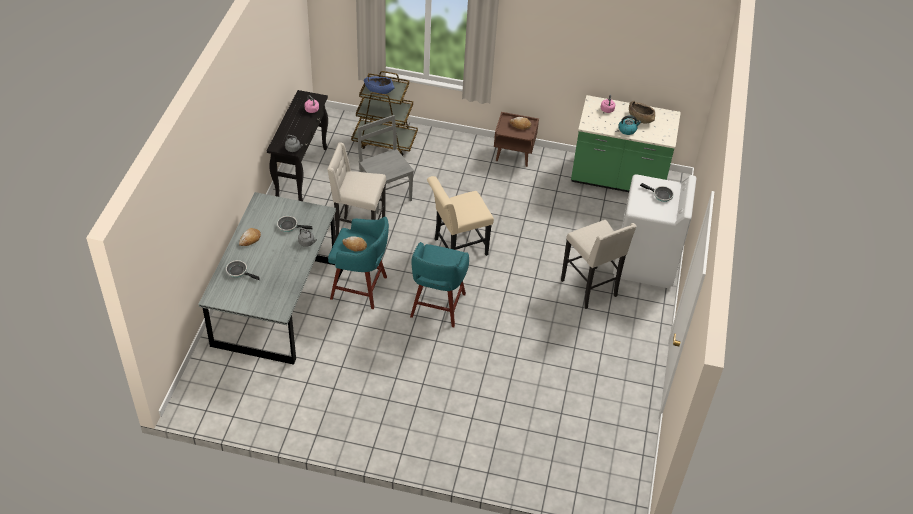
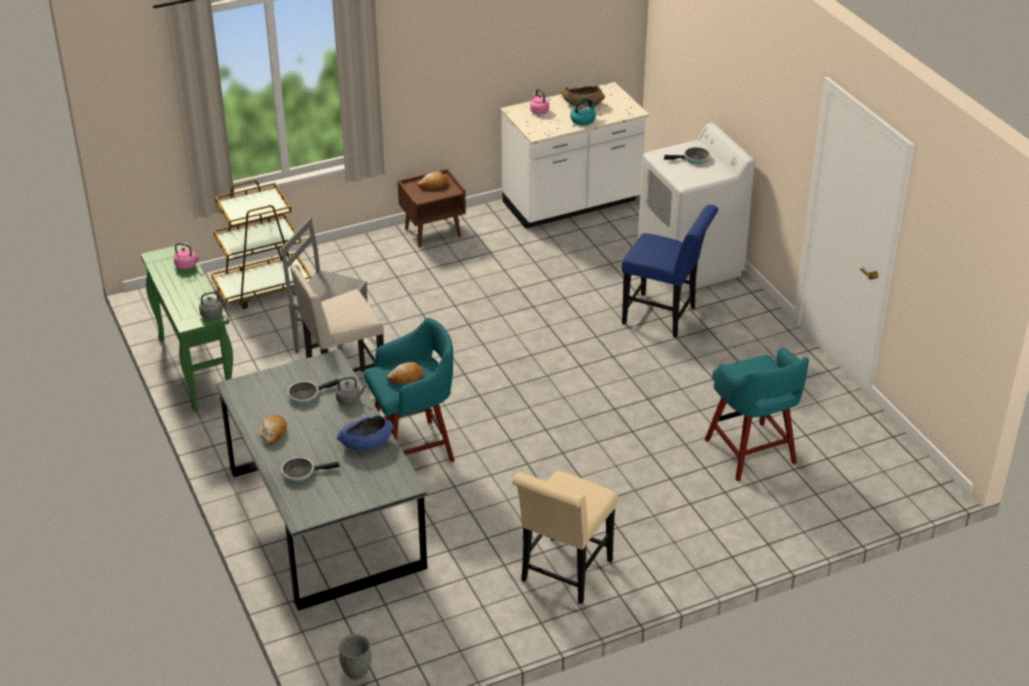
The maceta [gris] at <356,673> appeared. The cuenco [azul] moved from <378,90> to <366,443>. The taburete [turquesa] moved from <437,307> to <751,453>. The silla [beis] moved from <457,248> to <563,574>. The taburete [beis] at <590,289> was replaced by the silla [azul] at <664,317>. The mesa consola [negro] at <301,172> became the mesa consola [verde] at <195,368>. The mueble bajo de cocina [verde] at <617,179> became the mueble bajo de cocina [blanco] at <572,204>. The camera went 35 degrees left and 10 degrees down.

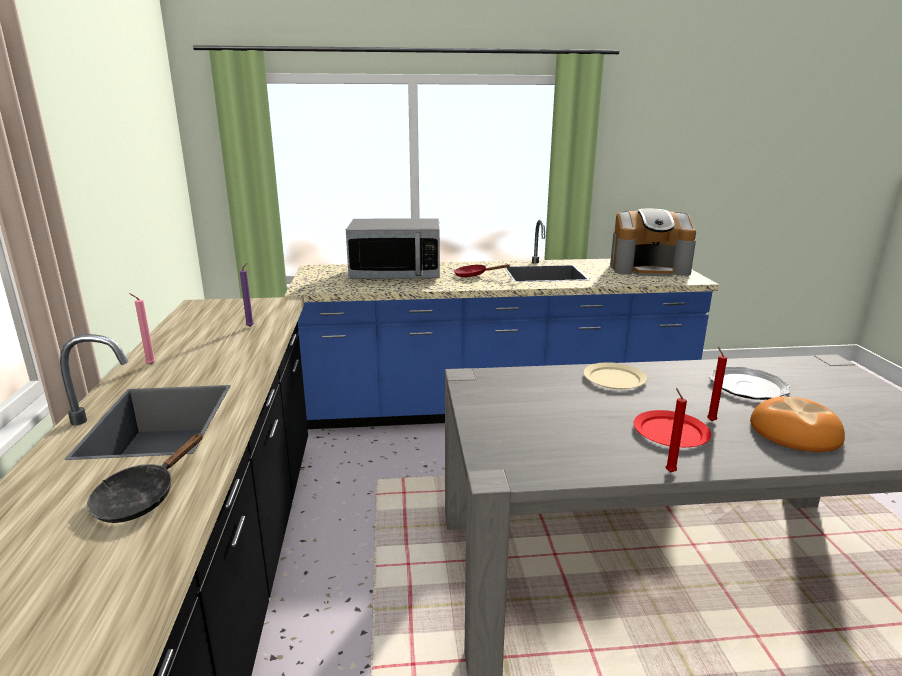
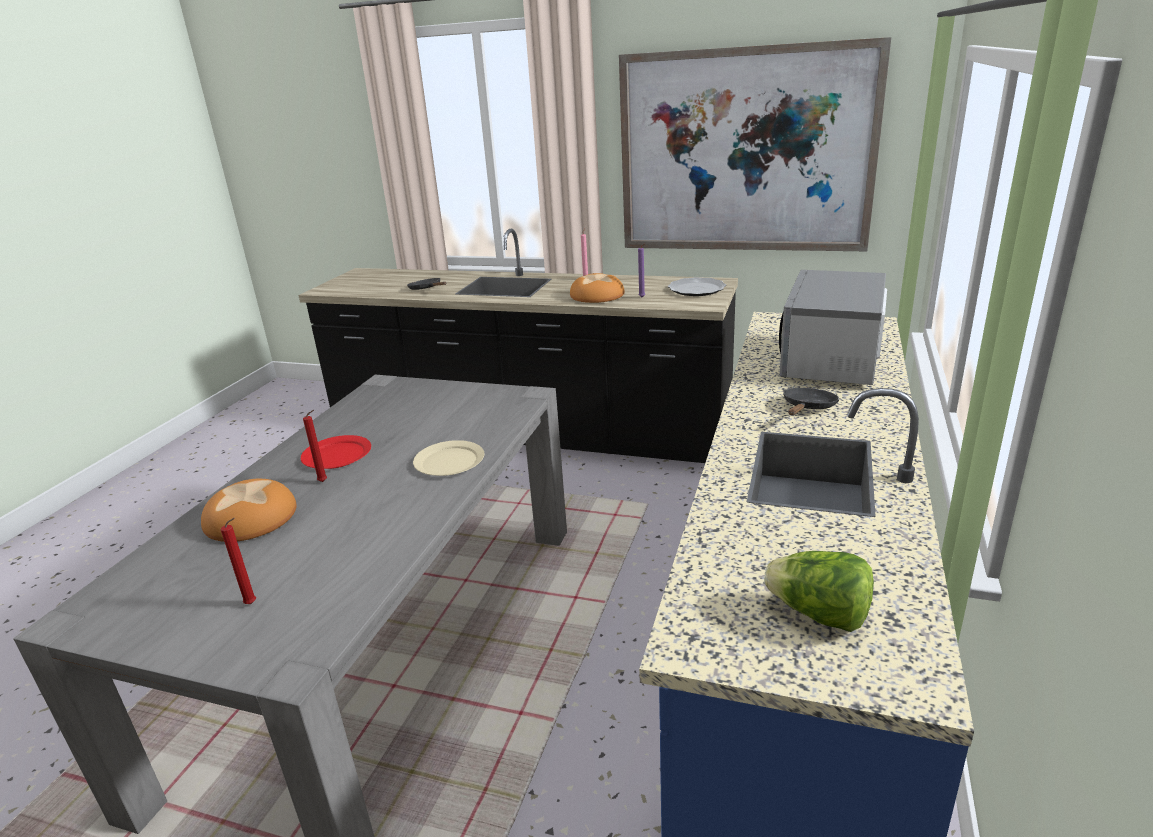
The pan at <597,295> appeared. The cuadro at <745,152> appeared. The vela [rojo] moved from <669,471> to <253,604>. The plato moved from <747,386> to <696,289>. The cafetera at <649,268> was replaced by the lechuga at <819,615>. The sartén [rojo] at <474,275> became the sartén [negro] at <808,408>. The camera went 115 degrees right and 5 degrees up.

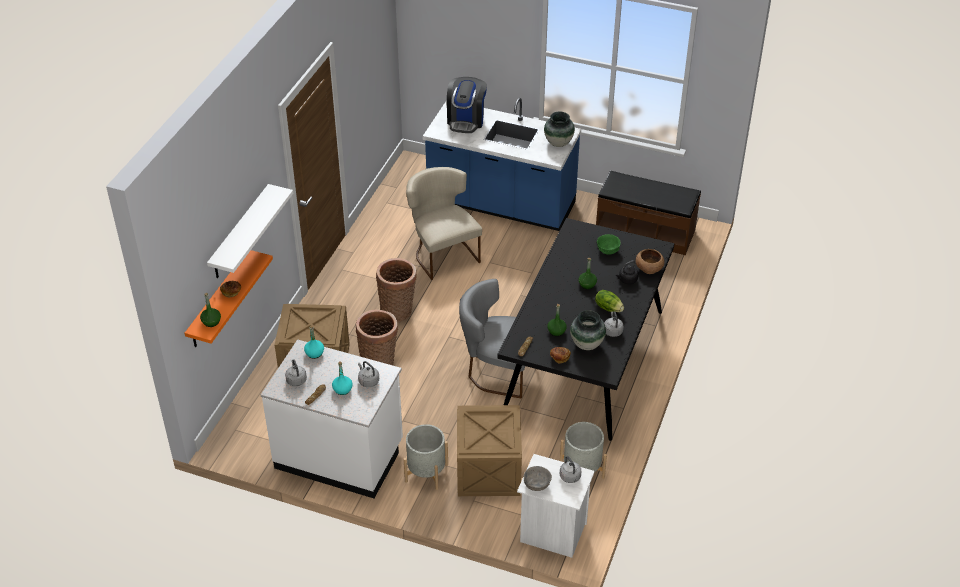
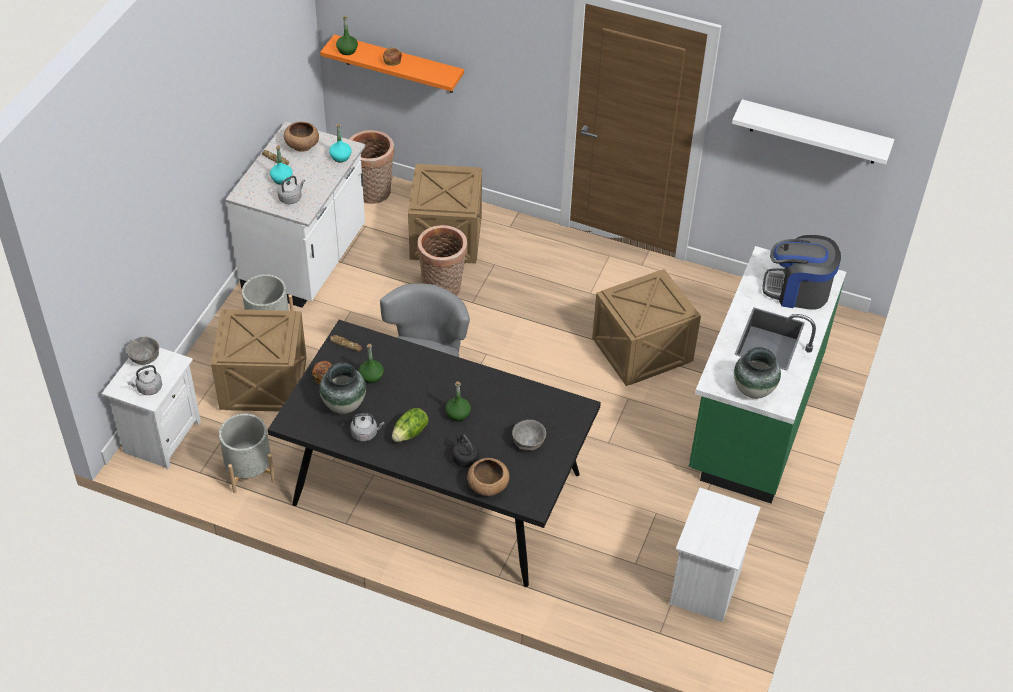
The estante [blanco] moved from <240,233> to <814,132>. The cesta moved from <398,311> to <373,194>. The hervidor [gris] at <296,379> was replaced by the cuenco [marrón] at <302,145>. The silla [beis] at <442,254> was replaced by the caja de embalaje at <643,350>. The banco [marrón] at <645,231> was replaced by the mesita de noche [blanco] at <707,586>. The mueble bajo de cocina [azul] at <501,204> became the mueble bajo de cocina [verde] at <754,415>. The cuenco [verde] at <608,250> became the cuenco [gris] at <528,443>. The camera went 90 degrees right and 5 degrees up.

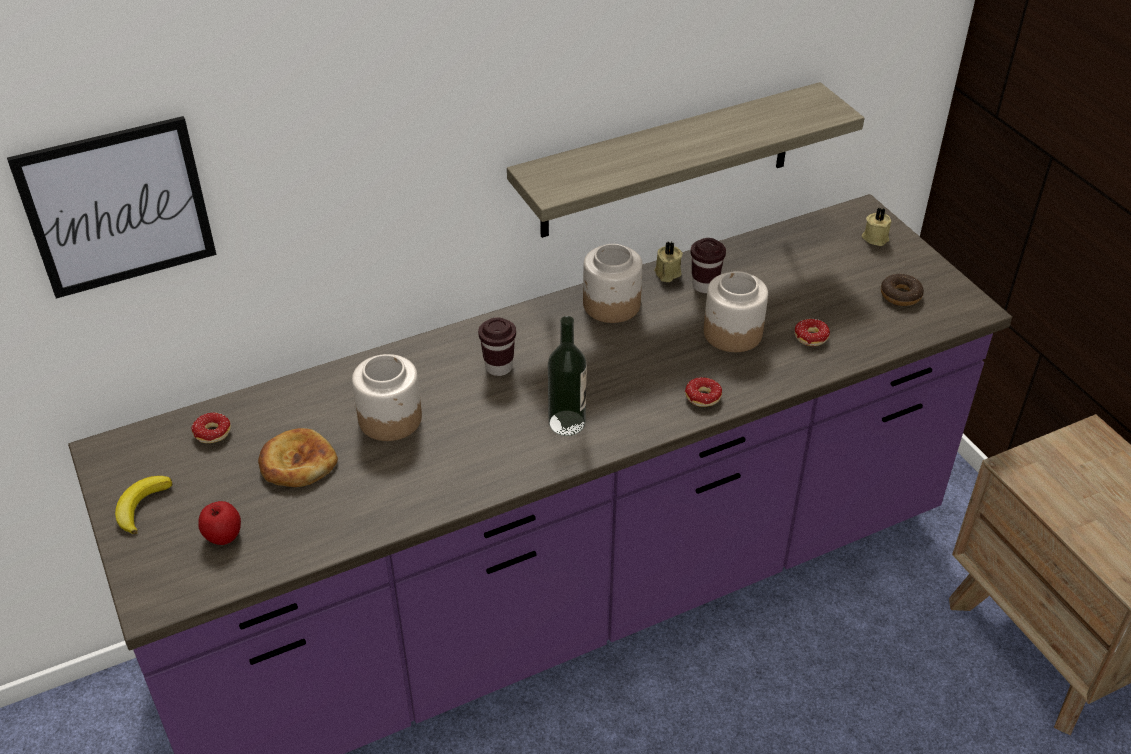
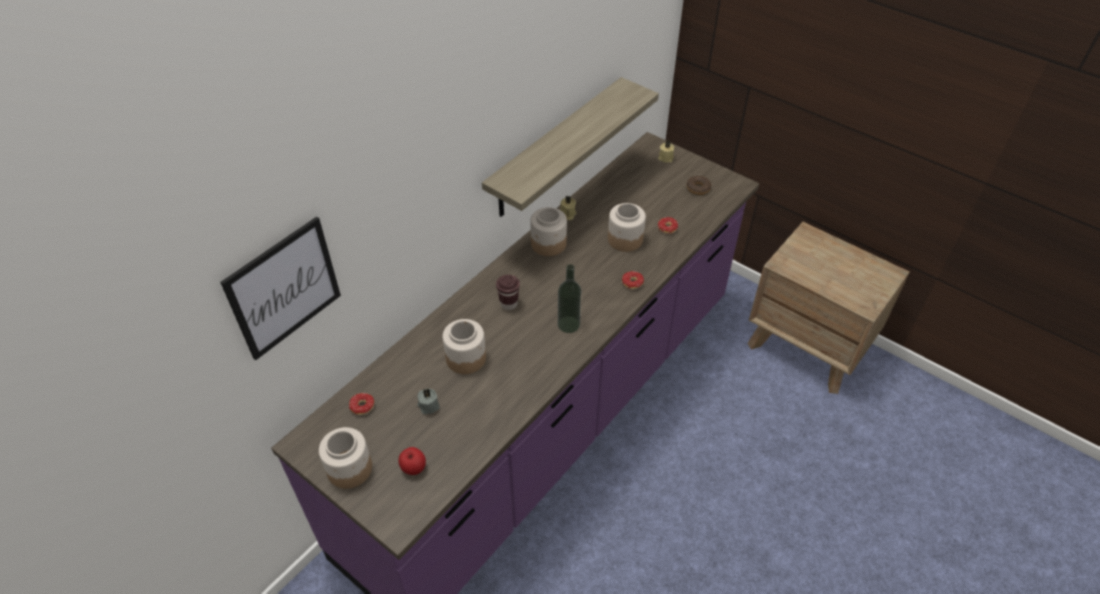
The taza [marrón] at <704,286> disappeared. The plátano at <141,506> was replaced by the tarro at <349,469>. The pan at <297,463> was replaced by the vela [gris] at <428,406>. The camera went 25 degrees left and 5 degrees up.

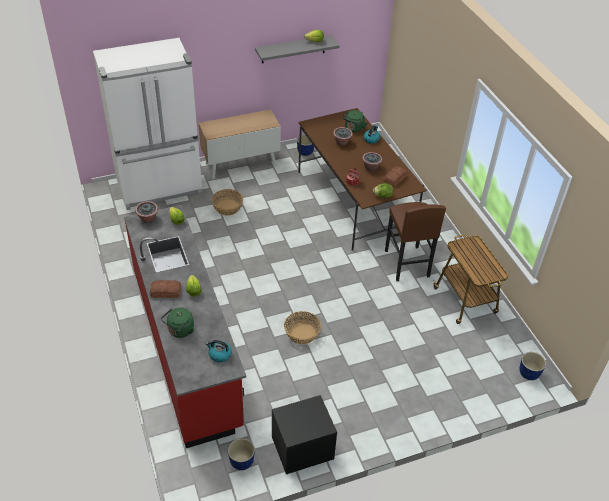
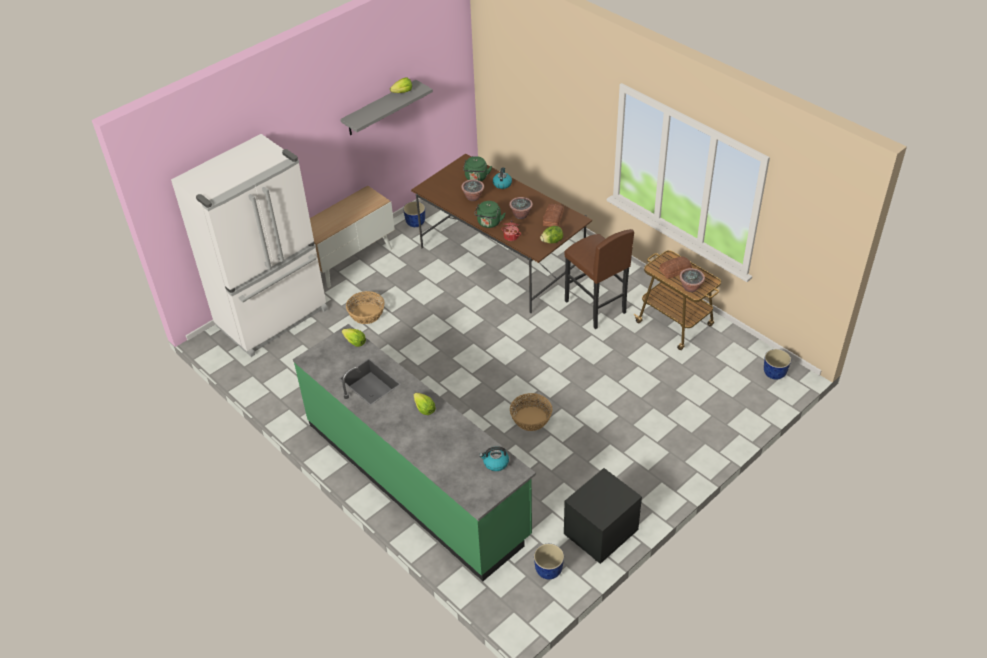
The planta en maceta moved from <148,219> to <690,288>. The pan moved from <166,292> to <675,270>. The hervidor [verde] moved from <180,331> to <489,223>. The mueble bajo de cocina [rojo] at <186,346> became the mueble bajo de cocina [verde] at <416,478>. The camera went 20 degrees left and 0 degrees up.

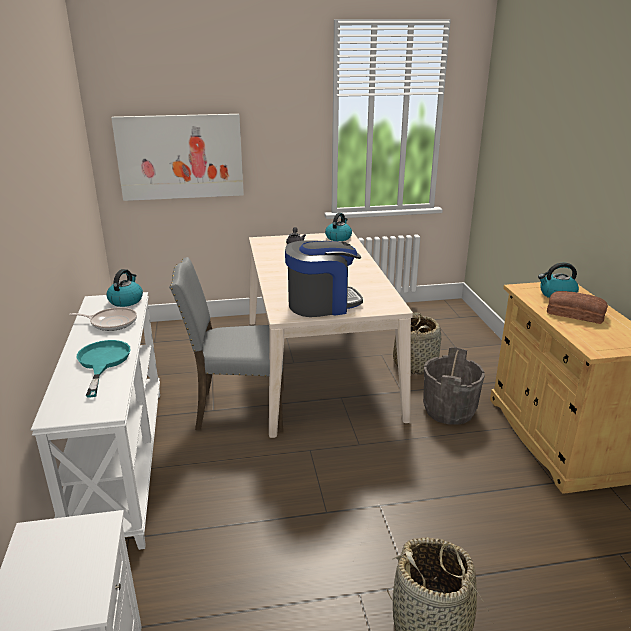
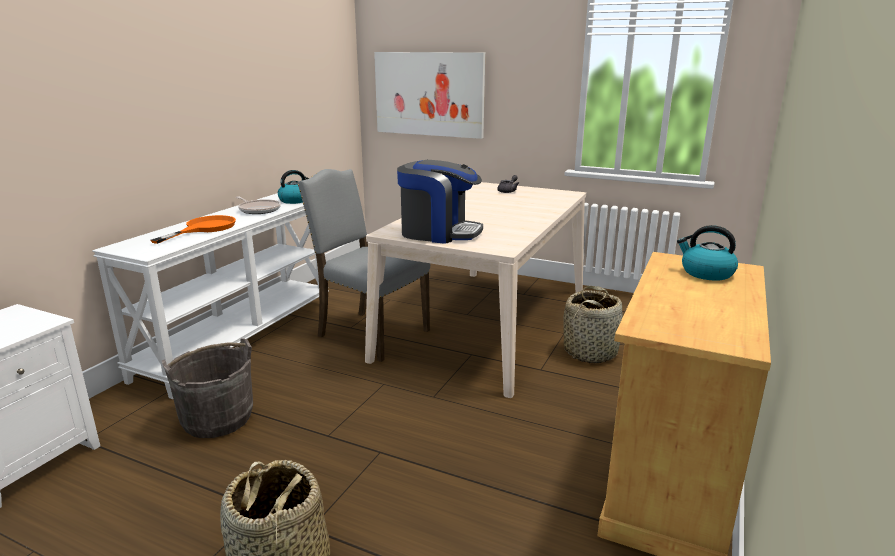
The hervidor at <338,237> disappeared. The pan at <575,313> disappeared. The cubo [gris] moved from <449,410> to <217,419>. The sartén [turquesa] at <102,362> became the sartén [naranja] at <204,228>. The camera went 35 degrees right and 5 degrees down.

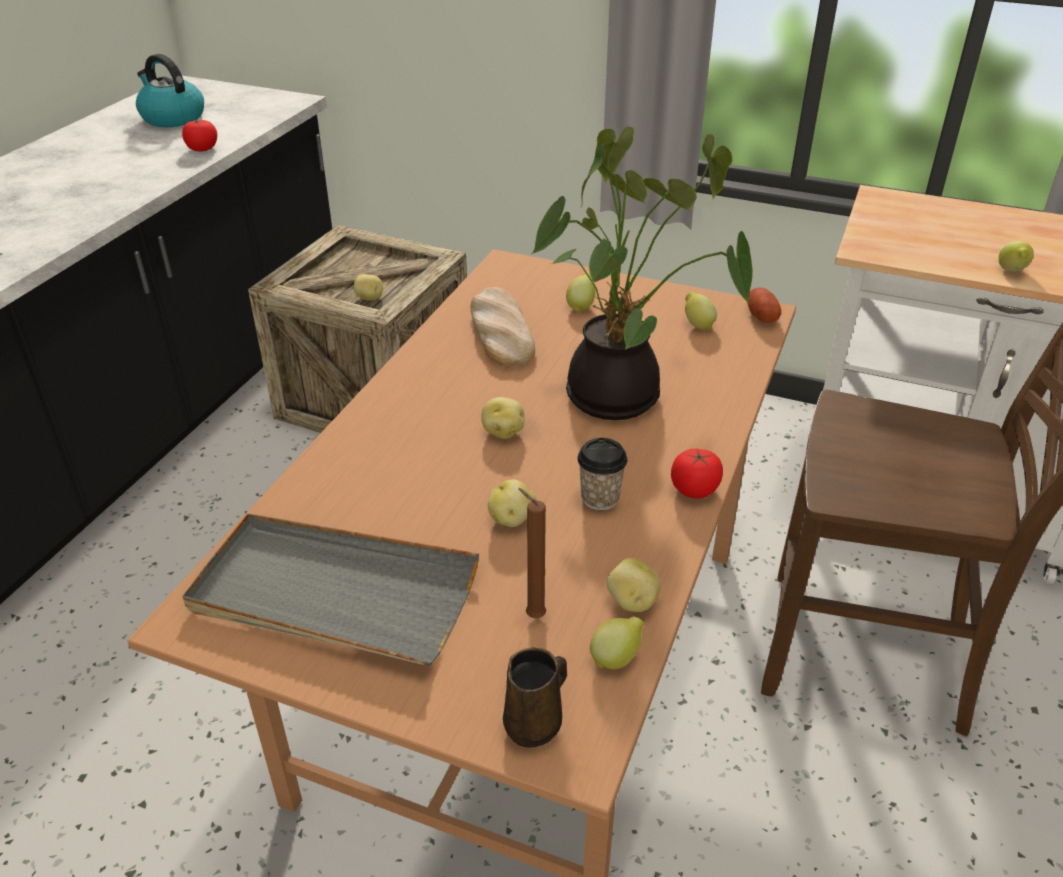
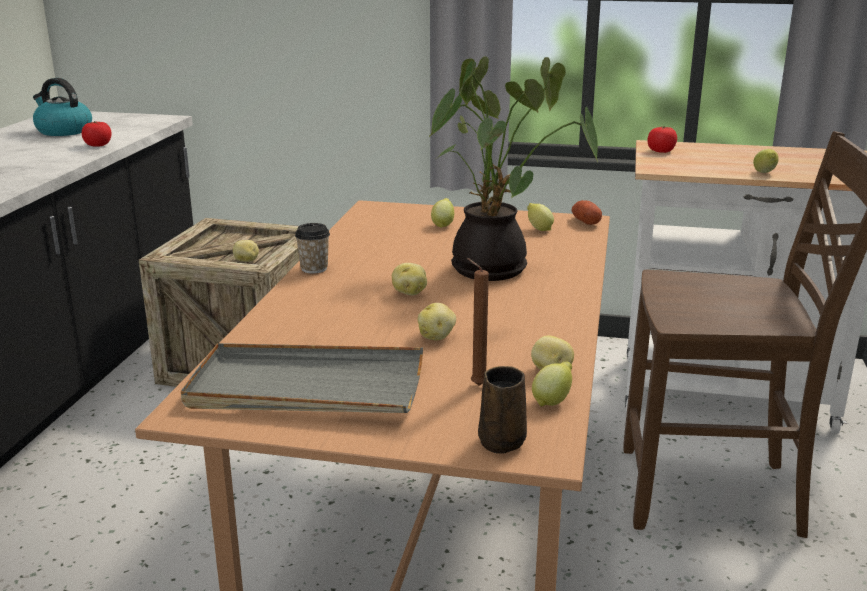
The pan at <500,332> disappeared. The taza moved from <600,498> to <314,268>. The tomate moved from <694,489> to <661,151>. The camera went 10 degrees left and 15 degrees down.

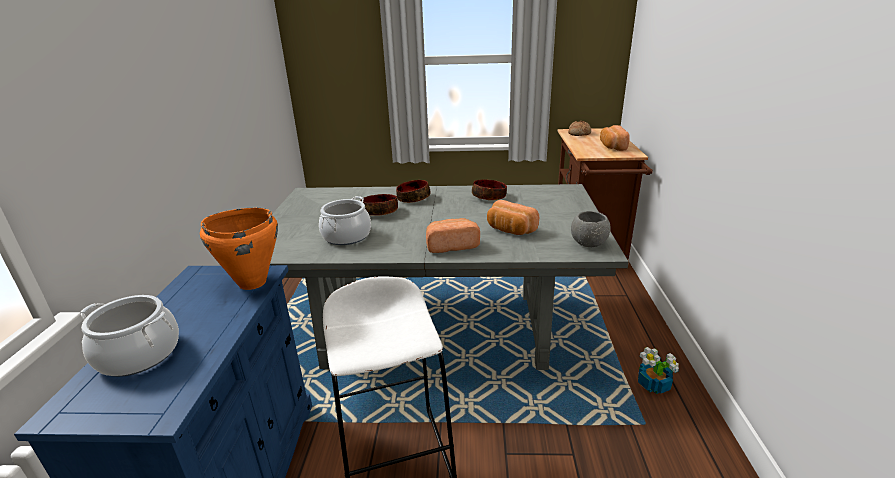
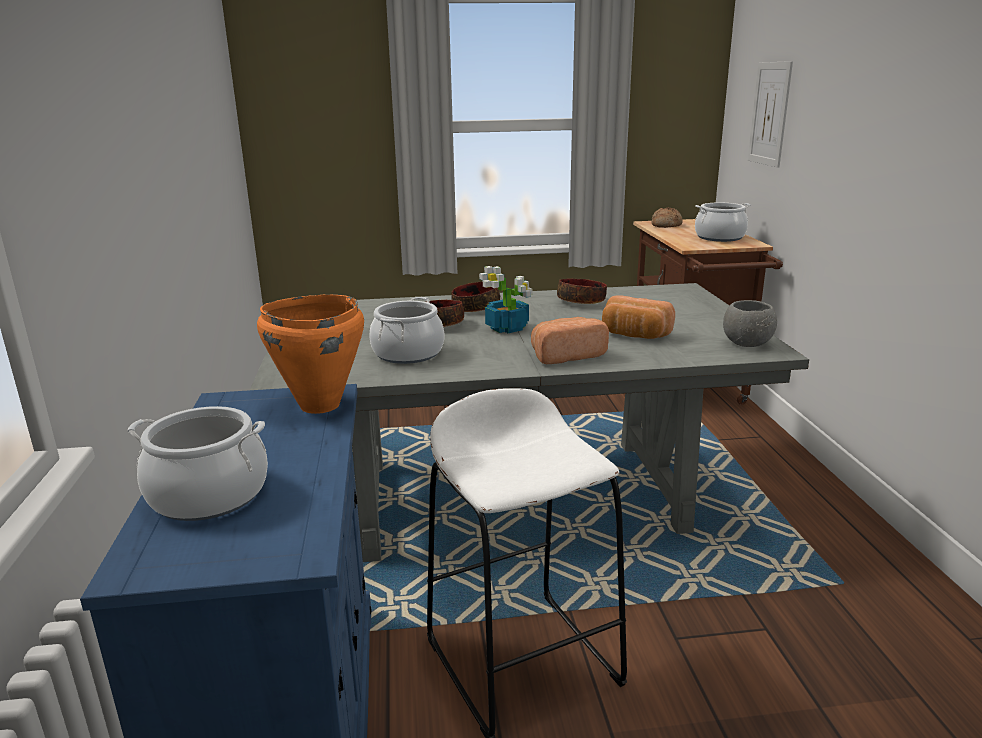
The cuadro at <769,114> appeared. The planta en maceta moved from <654,385> to <508,328>. The pan at <612,147> was replaced by the olla at <719,237>. The camera went 10 degrees left and 5 degrees down.

